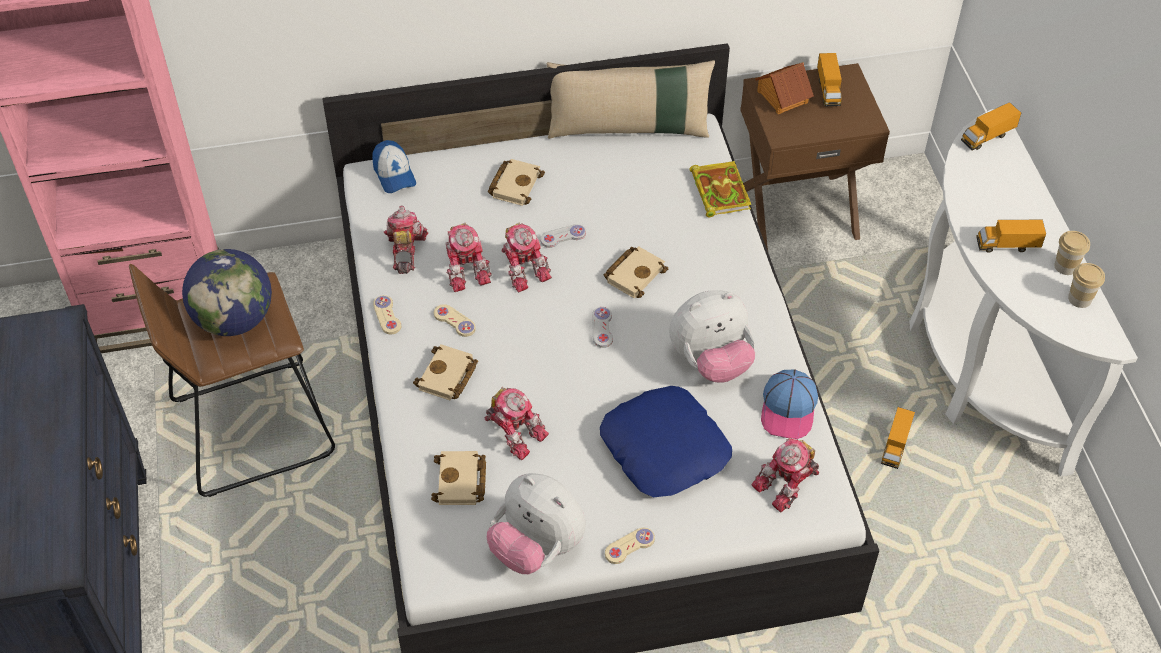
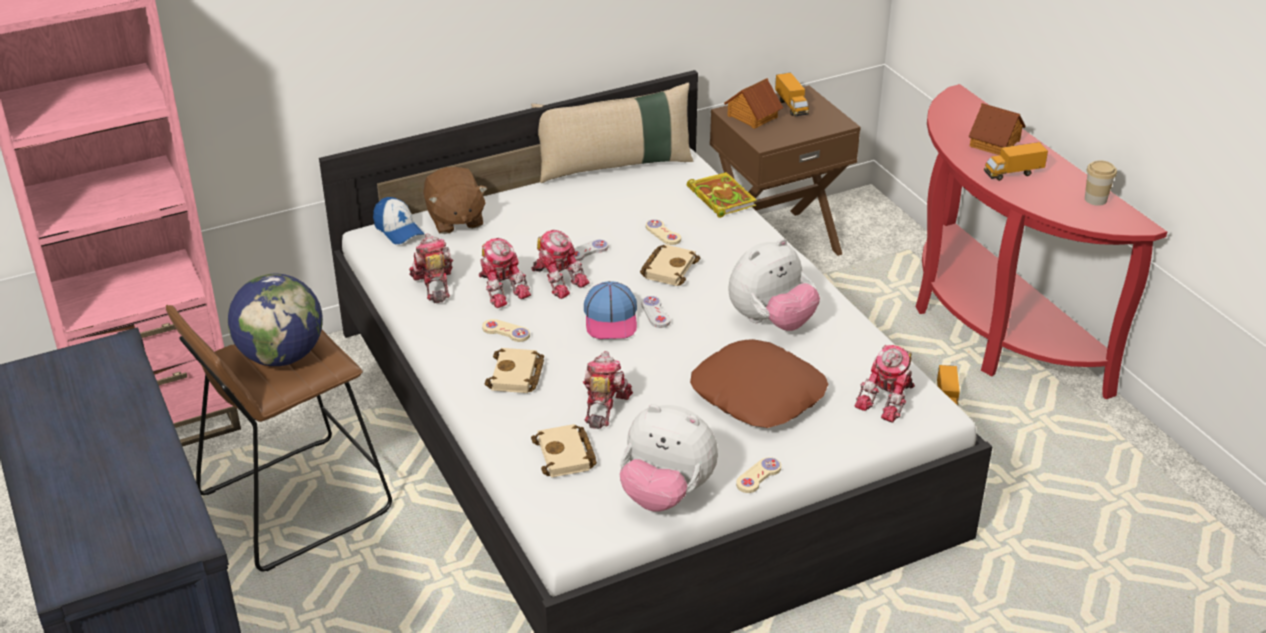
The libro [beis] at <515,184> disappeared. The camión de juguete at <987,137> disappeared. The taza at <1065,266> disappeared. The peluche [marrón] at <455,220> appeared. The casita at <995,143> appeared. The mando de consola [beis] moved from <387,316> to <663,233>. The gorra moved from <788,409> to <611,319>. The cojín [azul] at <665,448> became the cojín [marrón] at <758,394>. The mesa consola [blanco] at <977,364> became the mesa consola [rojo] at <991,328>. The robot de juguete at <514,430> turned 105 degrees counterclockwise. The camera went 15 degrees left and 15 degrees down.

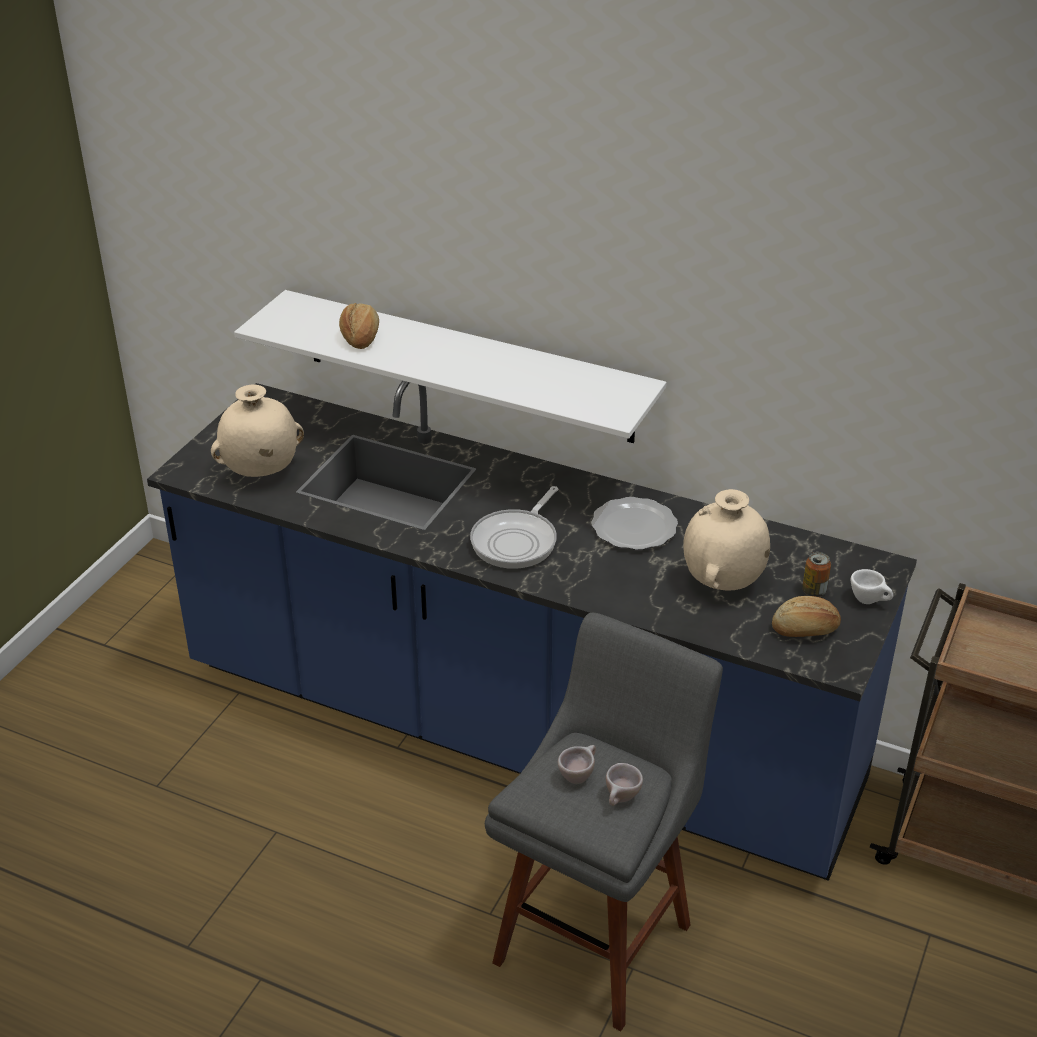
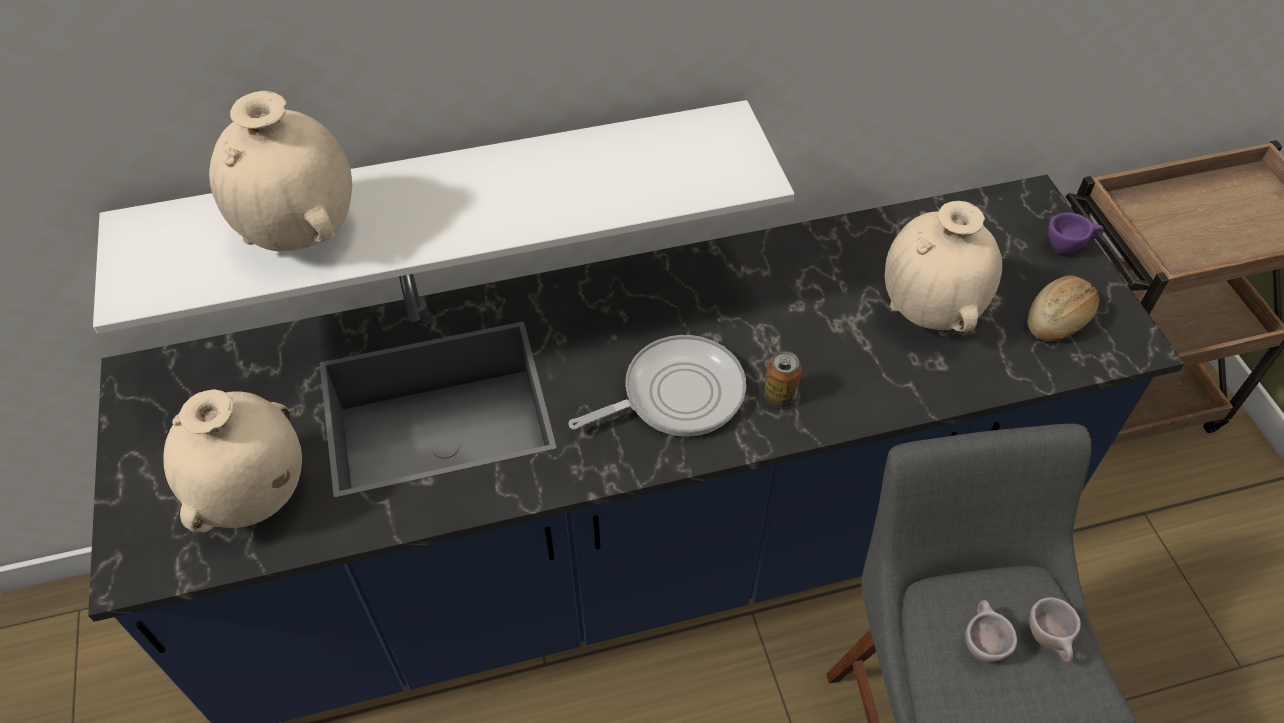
The plato at <635,527> disappeared. The lata moved from <814,591> to <779,396>. The pan at <360,337> was replaced by the florero [beis] at <301,234>. The taza [blanco] at <869,601> became the taza [morado] at <1068,247>. The sartén at <517,541> turned 105 degrees counterclockwise. The camera went 40 degrees left and 15 degrees up.

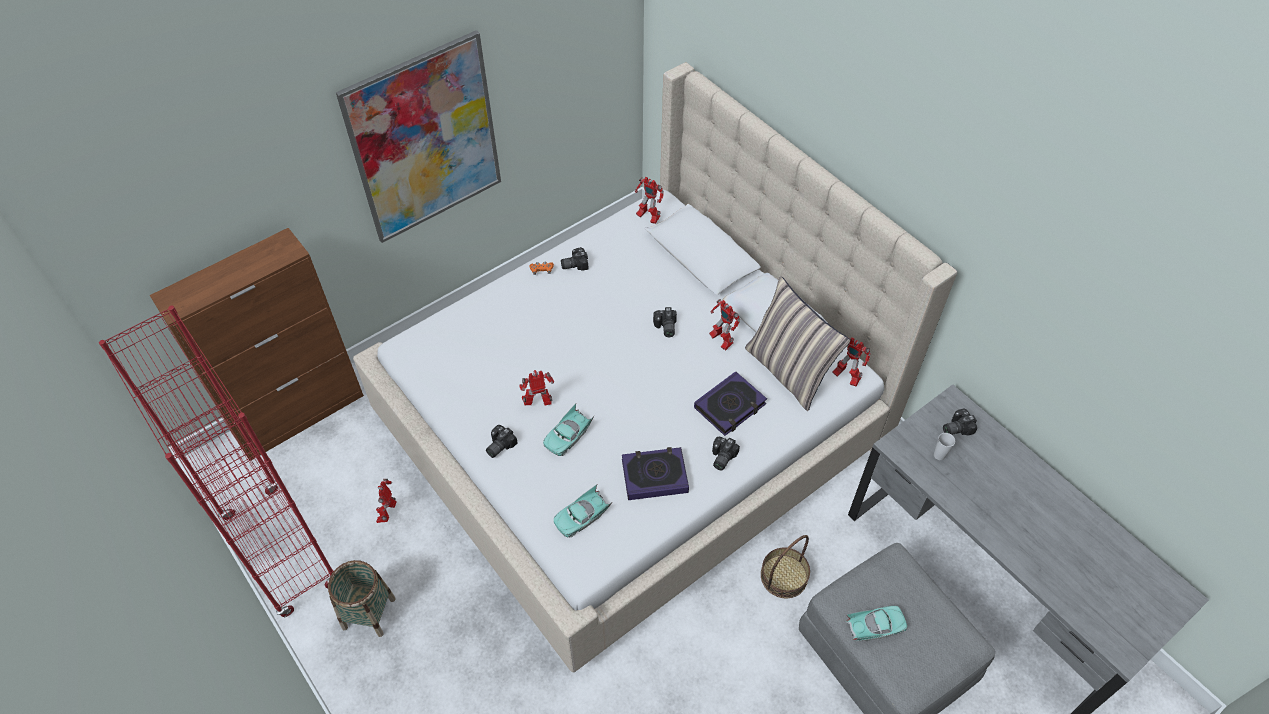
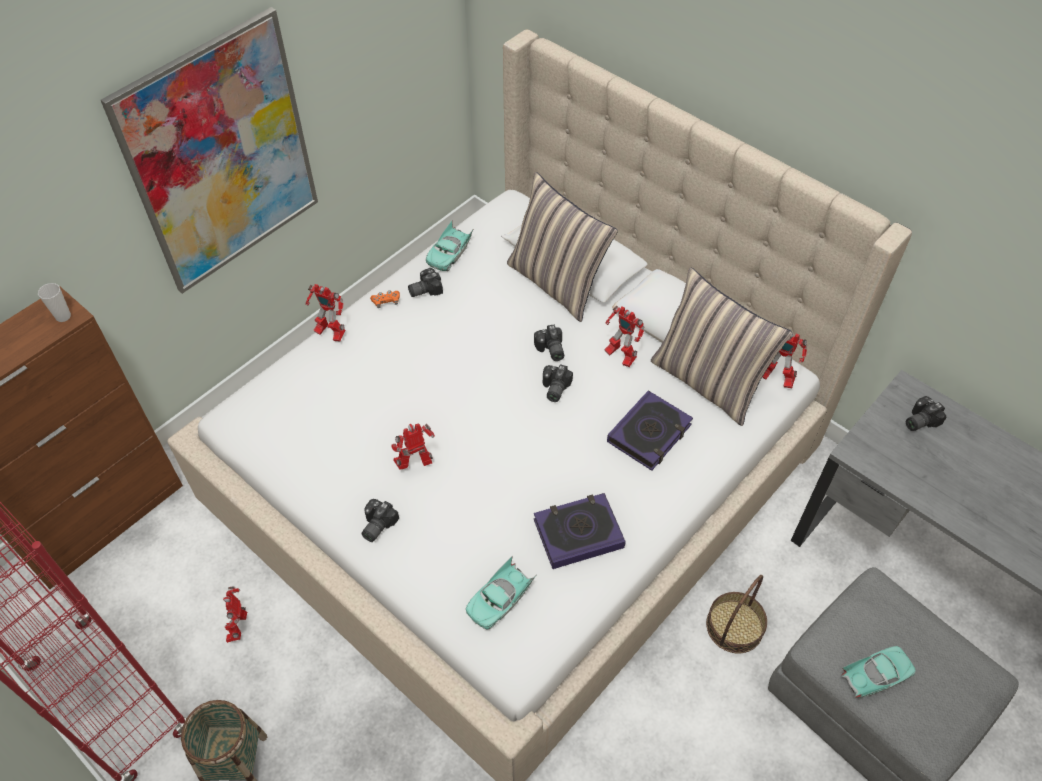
The cojín at <557,283> appeared. The coche de juguete [turquesa] moved from <568,436> to <449,253>. The robot de juguete moved from <647,217> to <330,333>. The cámara moved from <721,457> to <554,389>. The taza moved from <939,455> to <63,316>. The camera went 10 degrees left and 0 degrees up.

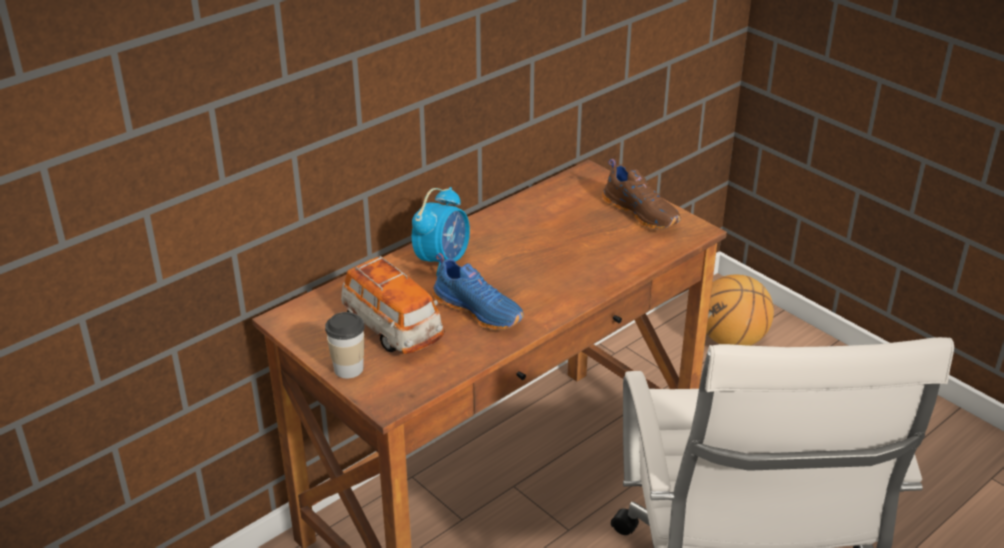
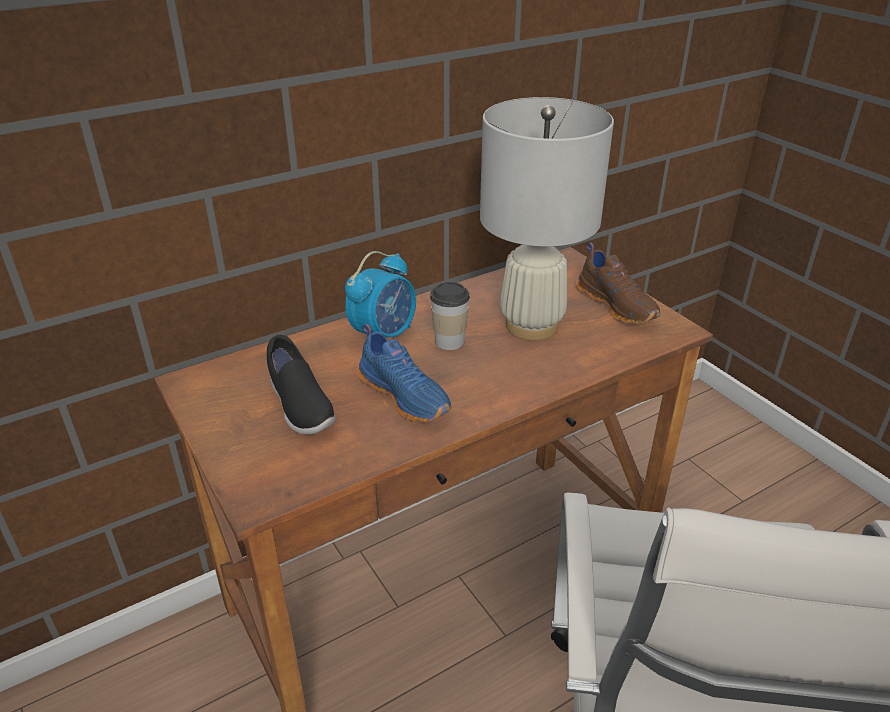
The balón de baloncesto at <732,340> disappeared. The lámpara de mesa [blanco] at <531,325> appeared. The taza moved from <348,369> to <449,342>. The coche de juguete at <392,329> was replaced by the zapato [negro] at <299,406>. The camera went 10 degrees right and 0 degrees up.

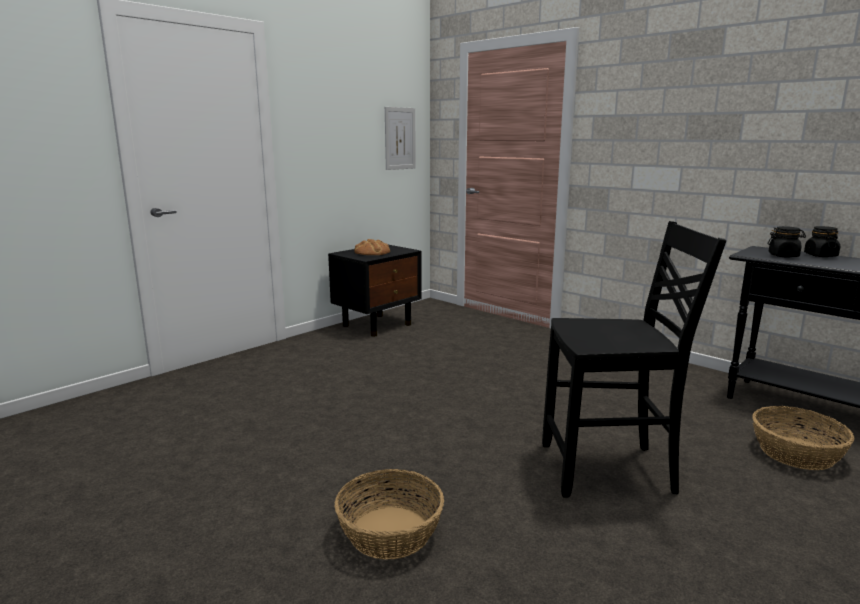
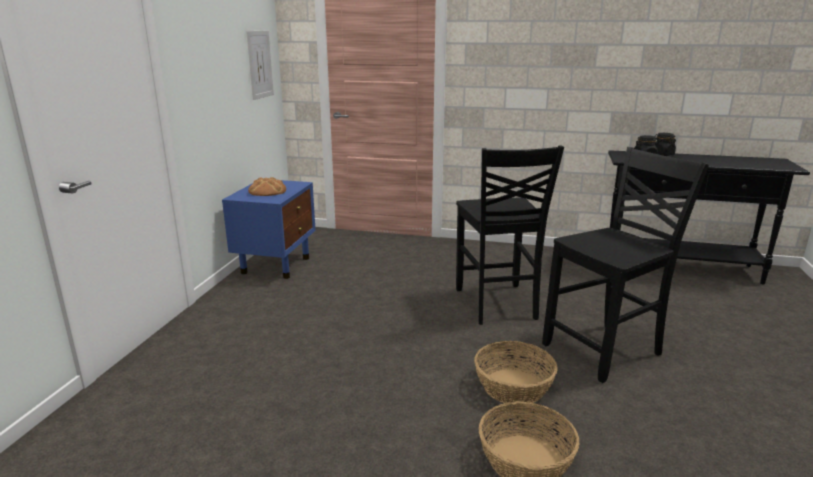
The silla [negro] at <497,304> appeared. The cesta moved from <796,452> to <513,386>. The mesita de noche [negro] at <377,325> became the mesita de noche [azul] at <276,265>. The camera went 30 degrees left and 5 degrees up.

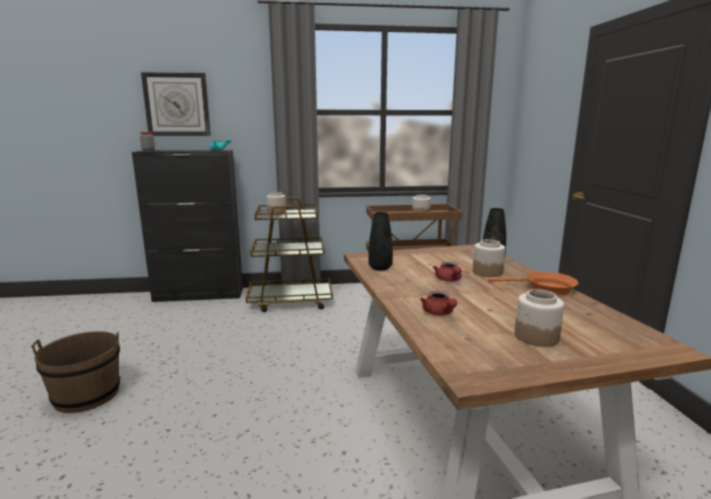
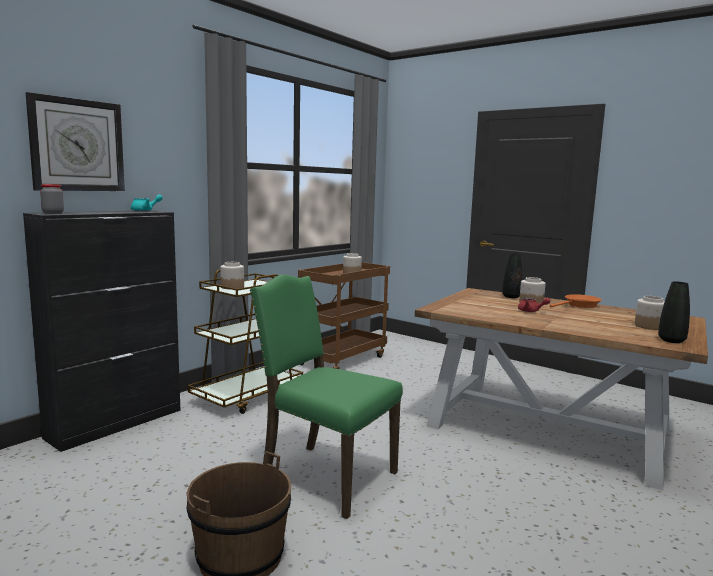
The tetera [rojo] at <439,313> disappeared. The silla [verde] at <325,476> appeared. The florero [negro] moved from <380,268> to <671,340>. The camera went 45 degrees left and 5 degrees down.

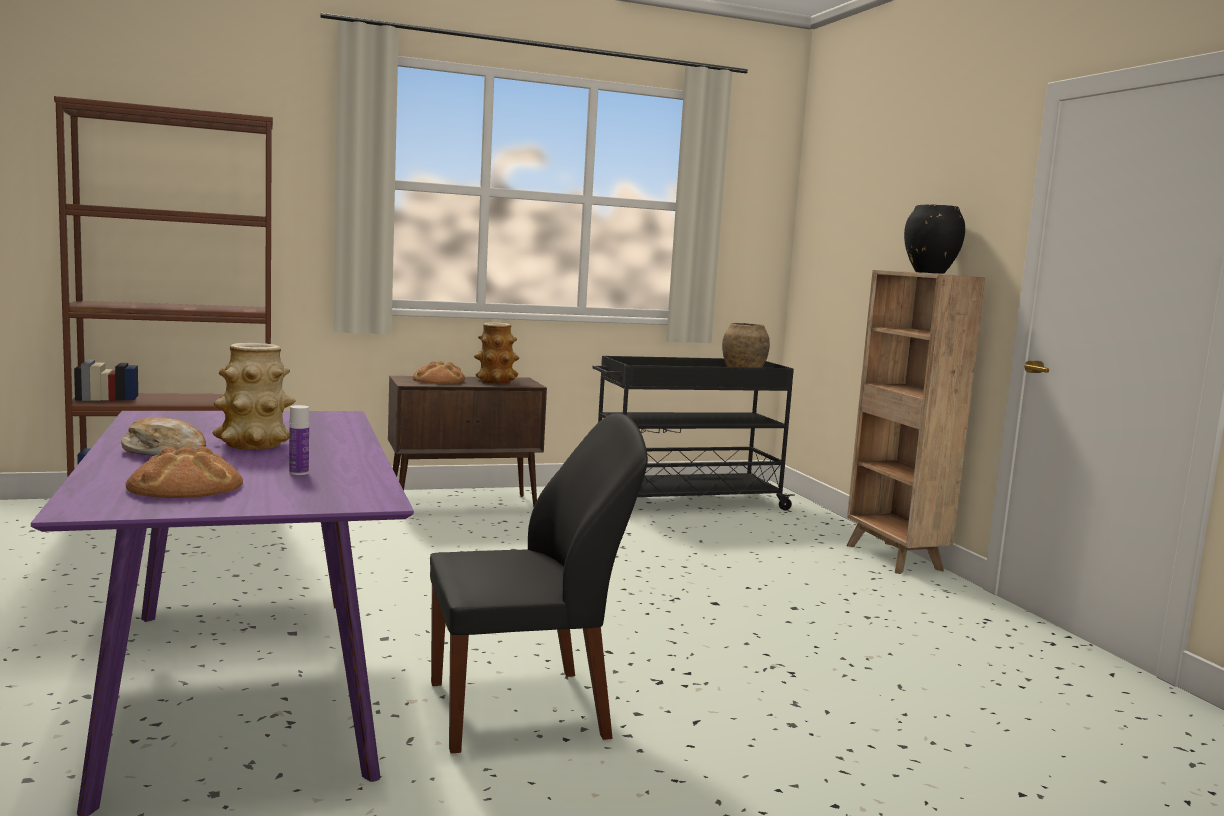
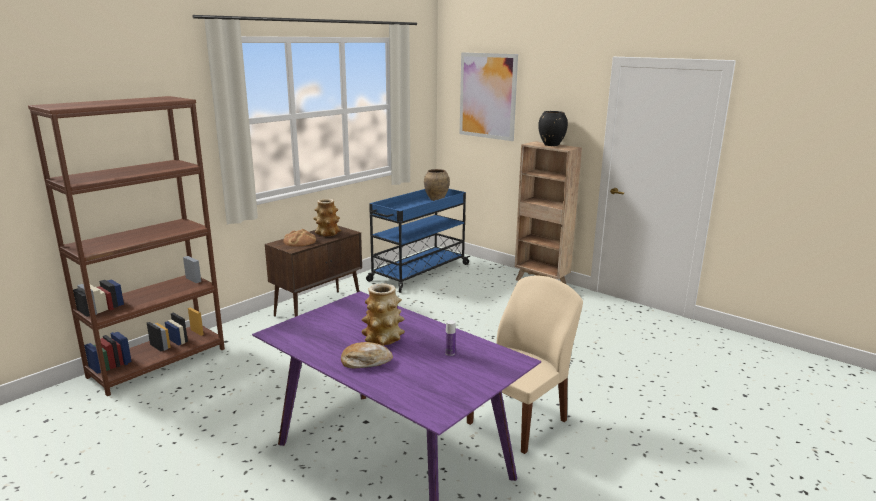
The pan at <185,486> disappeared. The cuadro at <488,96> appeared. The silla [negro] at <524,710> became the silla [beis] at <519,421>. The carrito [negro] at <684,502> became the carrito [azul] at <418,273>. The camera went 30 degrees left and 10 degrees up.

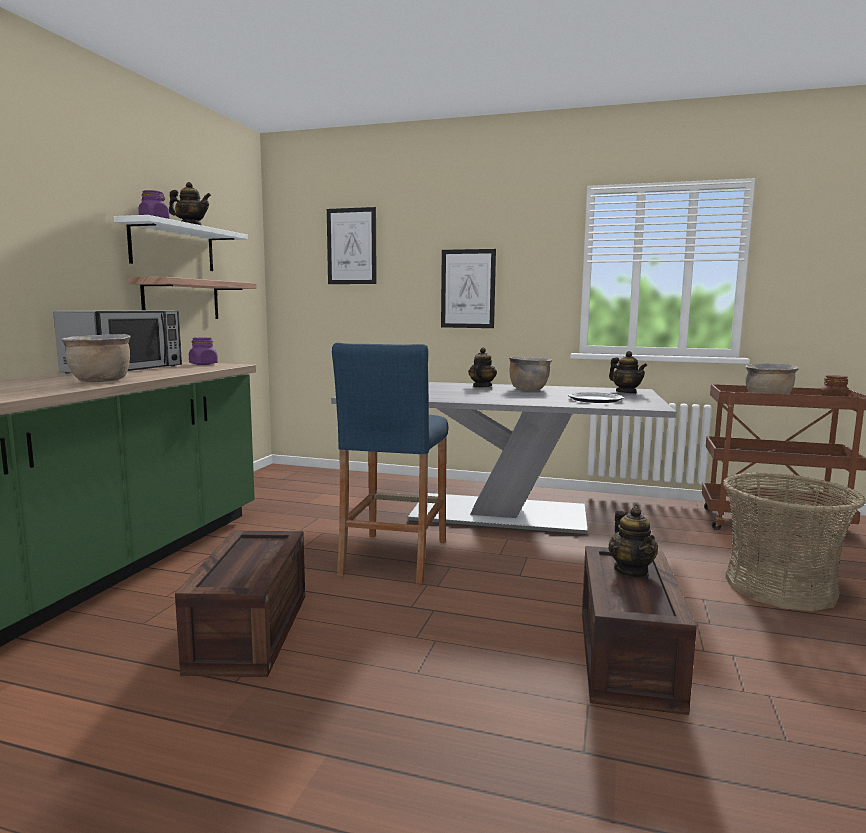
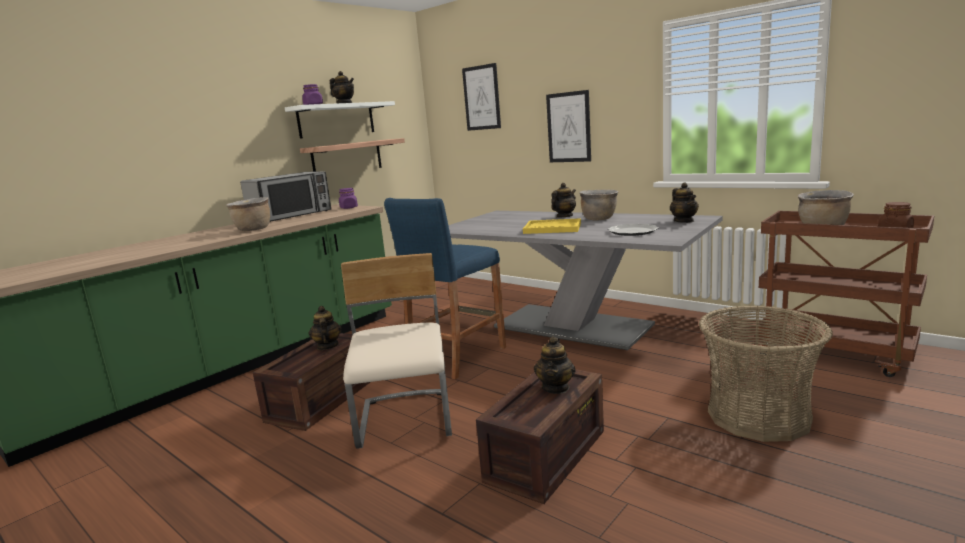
The tetera at <327,346> appeared. The silla [beis] at <407,421> appeared. The bandeja [amarillo] at <552,228> appeared. The camera went 25 degrees right and 5 degrees up.

